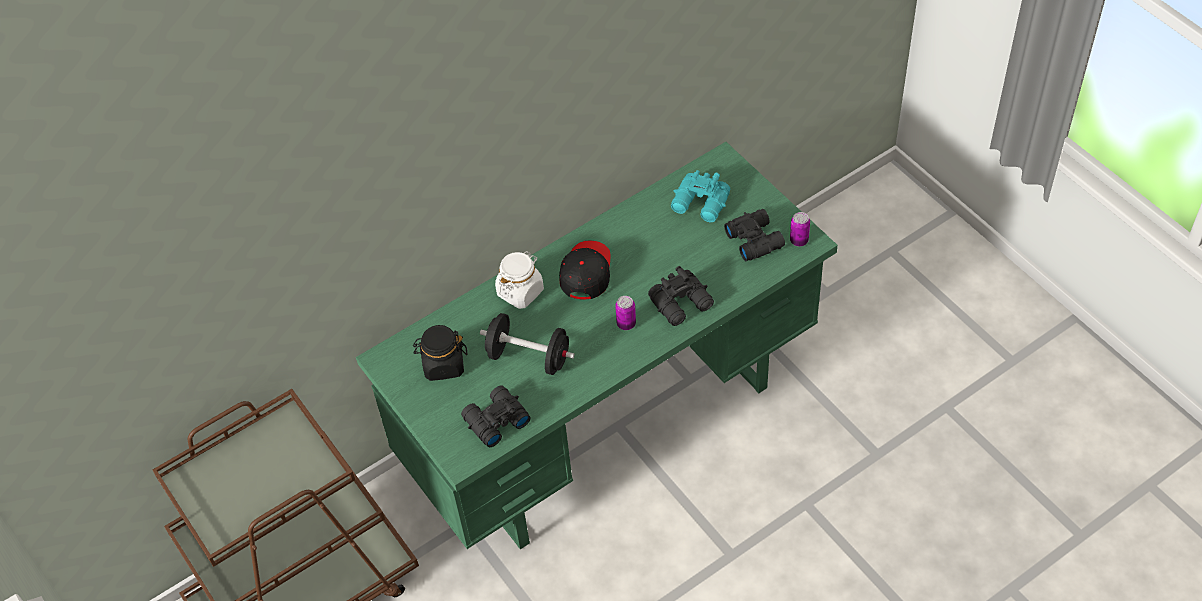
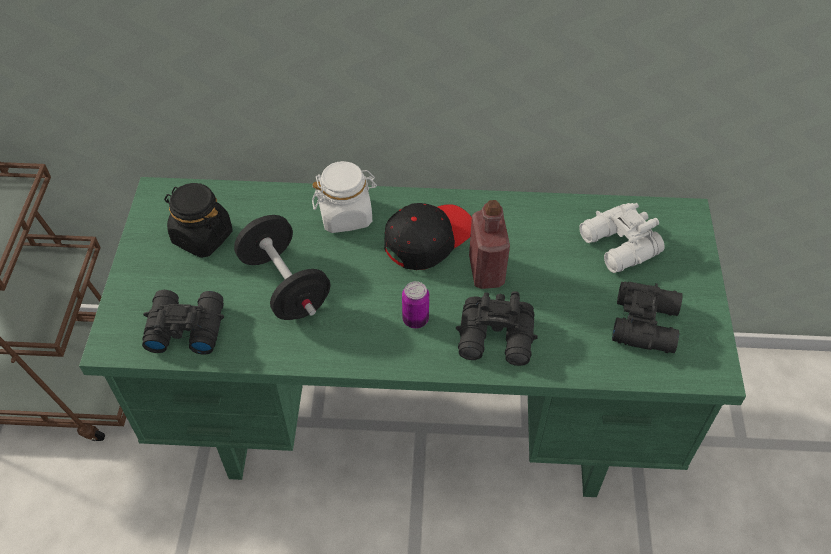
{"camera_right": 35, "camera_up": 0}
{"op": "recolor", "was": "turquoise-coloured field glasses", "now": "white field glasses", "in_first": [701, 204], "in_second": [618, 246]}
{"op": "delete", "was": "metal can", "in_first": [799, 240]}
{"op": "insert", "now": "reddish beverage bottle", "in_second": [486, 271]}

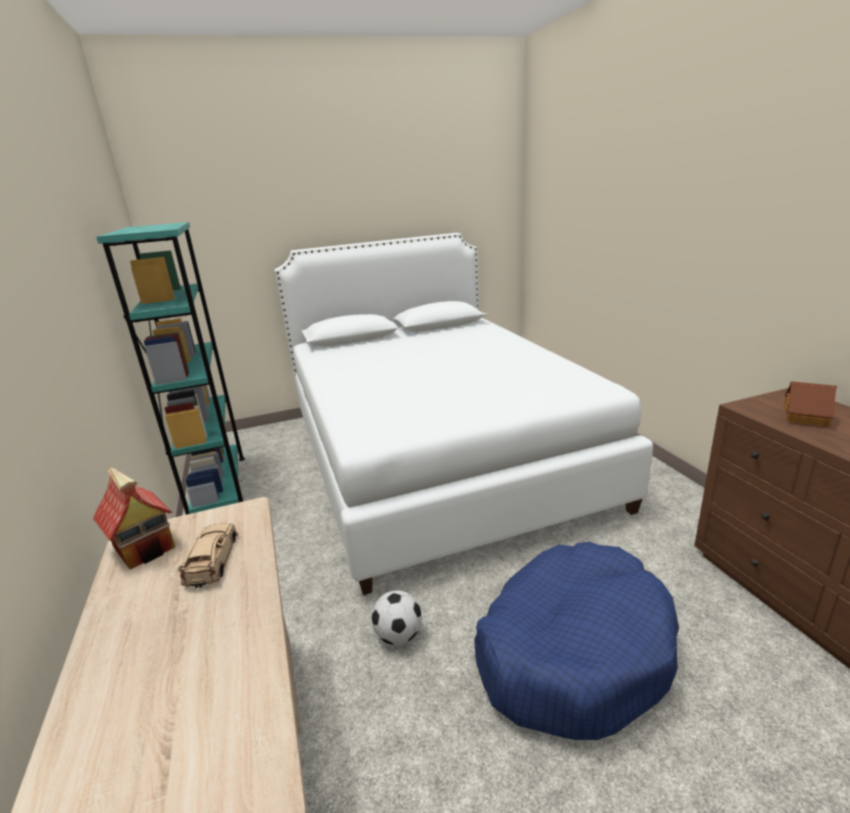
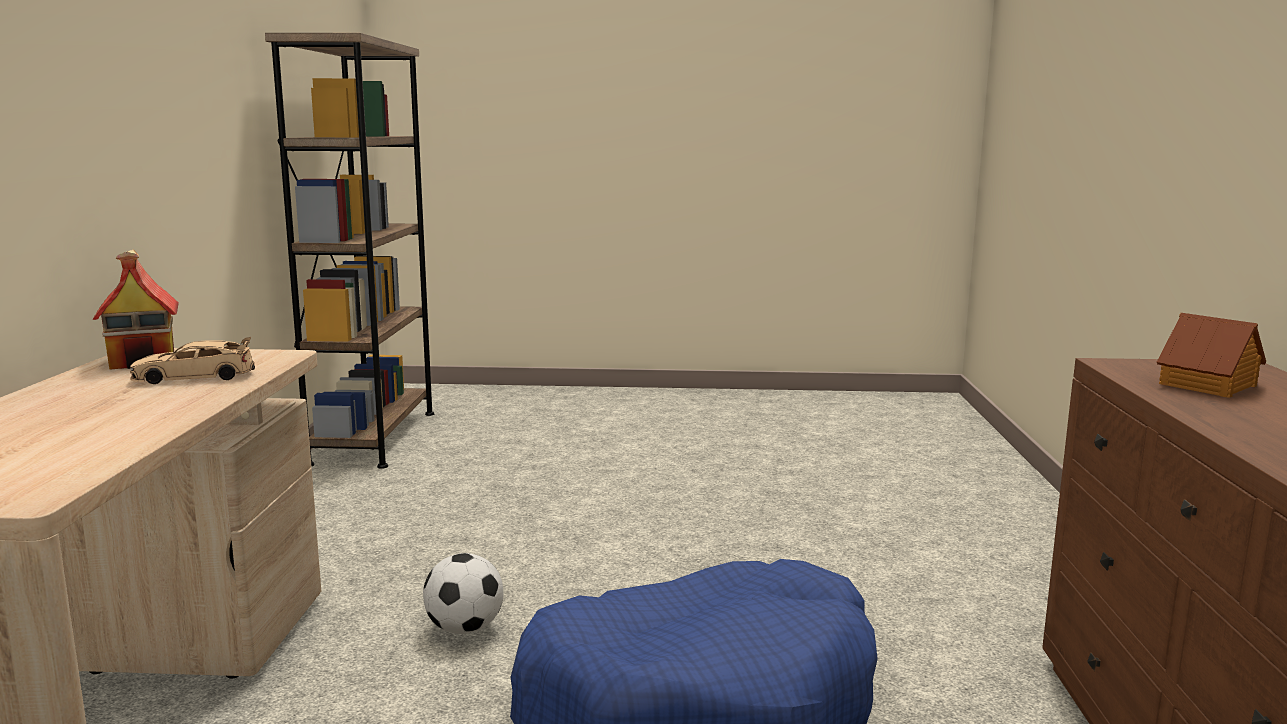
{"camera_right": 20, "camera_up": -10}
{"op": "recolor", "was": "turquoise-coloured bookshelf", "now": "brown bookshelf", "in_first": [219, 489], "in_second": [374, 437]}
{"op": "delete", "was": "white bedroom bed", "in_first": [436, 456]}
{"op": "rotate", "was": "beige-coloured toy car", "in_first": [212, 559], "in_second": [194, 377], "clockwise": -120}

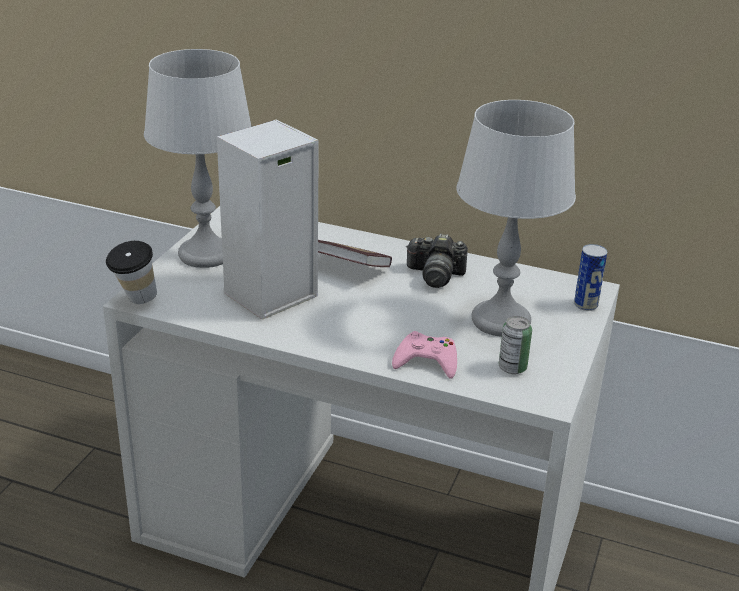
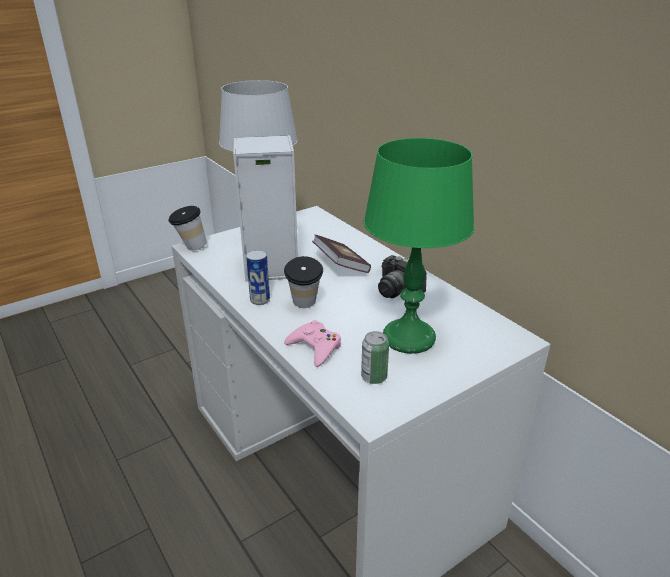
{"camera_right": 35, "camera_up": 0}
{"op": "recolor", "was": "grey tabletop lamp", "now": "green-coloured tabletop lamp", "in_first": [500, 321], "in_second": [408, 338]}
{"op": "move", "was": "metal can", "in_first": [585, 305], "in_second": [260, 300]}
{"op": "insert", "now": "small cup", "in_second": [304, 306]}

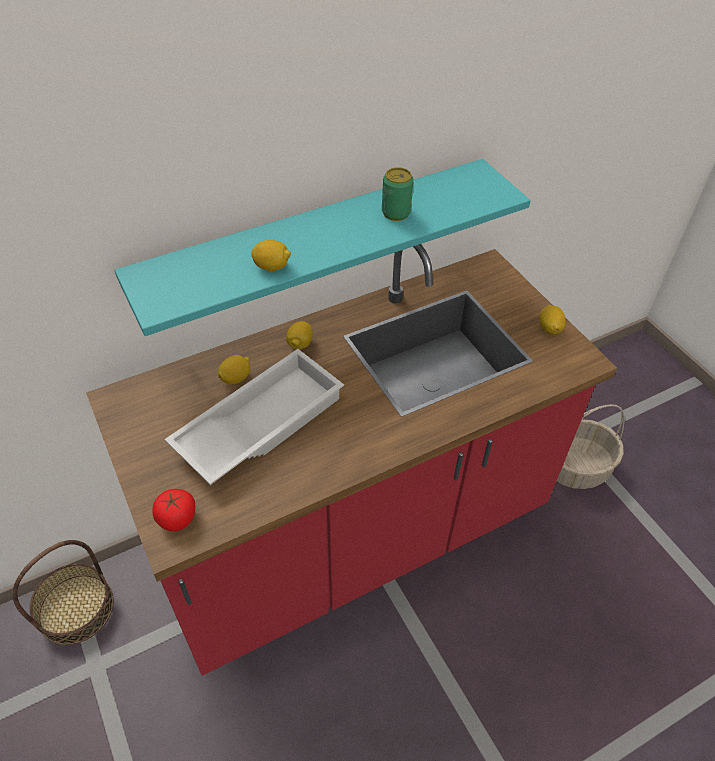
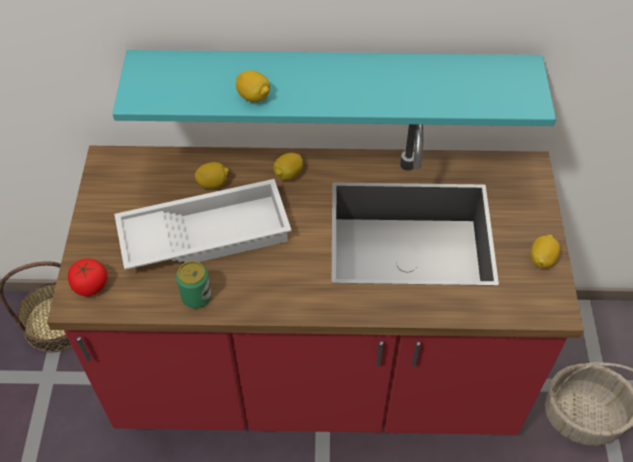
{"camera_right": 30, "camera_up": 5}
{"op": "move", "was": "metal can", "in_first": [396, 213], "in_second": [196, 297]}

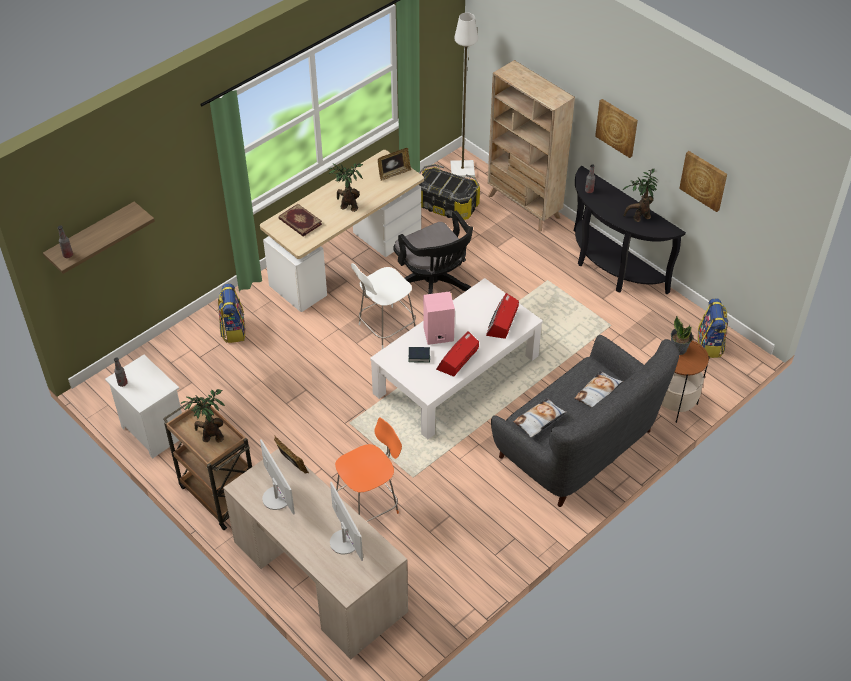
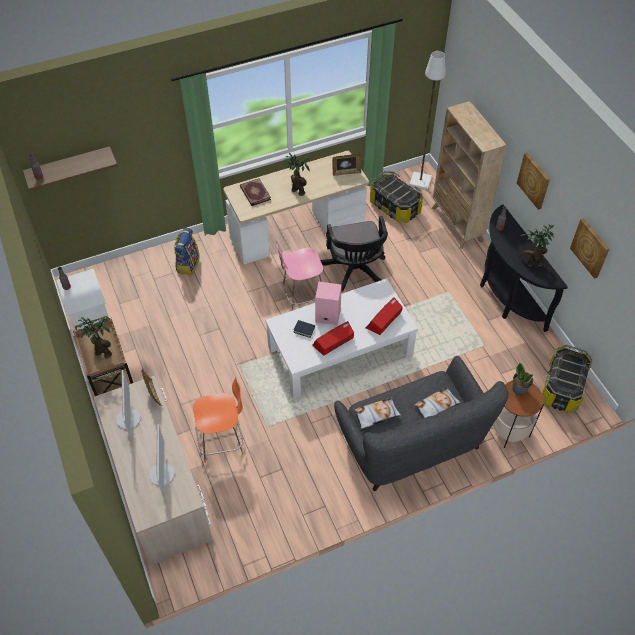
{"camera_right": 20, "camera_up": 5}
{"op": "recolor", "was": "white upright chair", "now": "pink-coloured upright chair", "in_first": [385, 328], "in_second": [302, 296]}
{"op": "replace", "was": "backpack", "now": "storage container", "in_first": [710, 345], "in_second": [563, 387]}

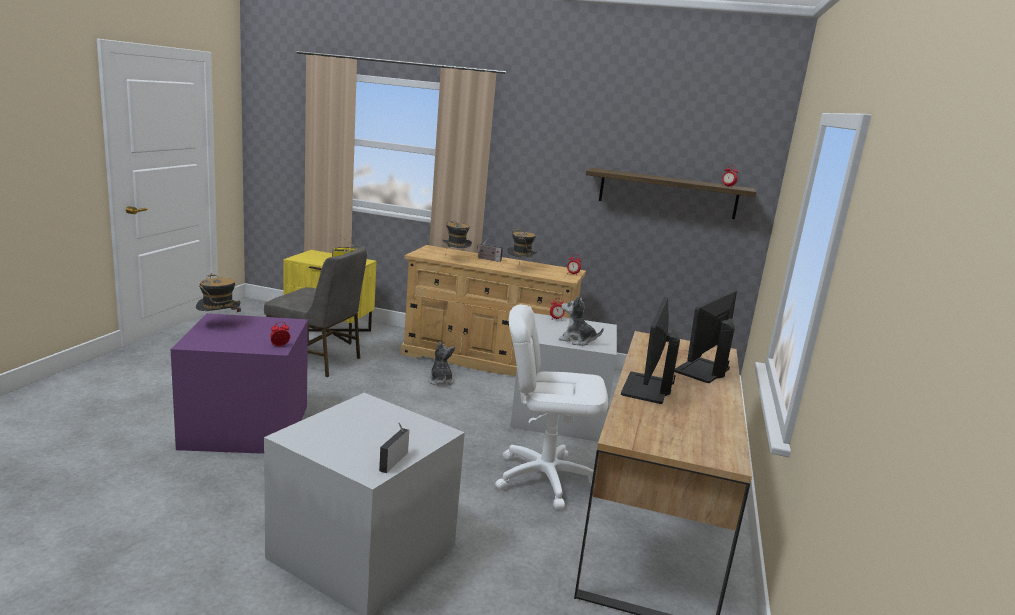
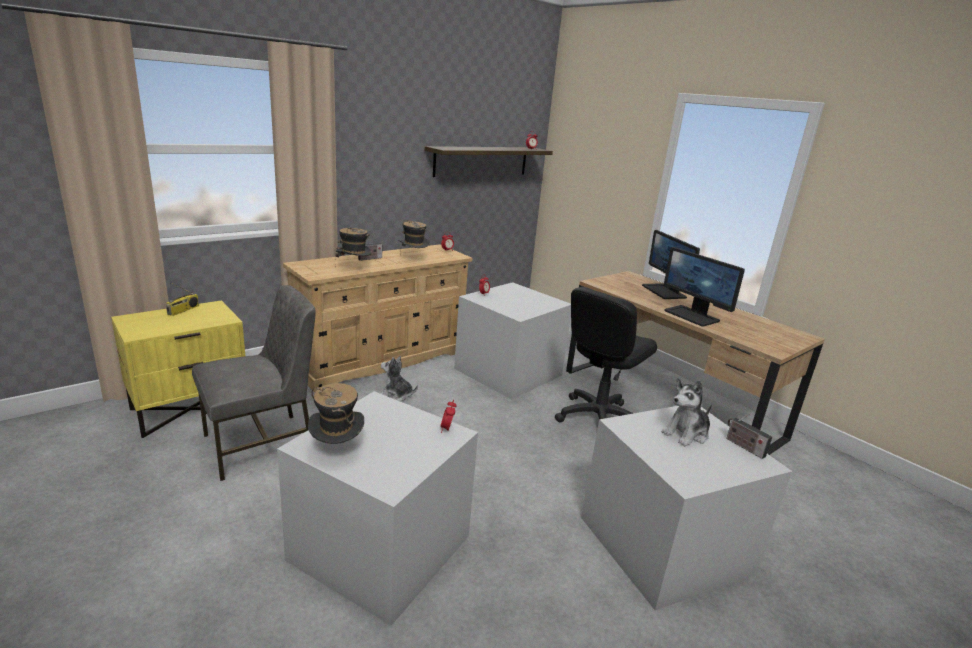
{"camera_right": -55, "camera_up": 5}
{"op": "move", "was": "soft toy", "in_first": [577, 340], "in_second": [686, 434]}
{"op": "recolor", "was": "white desk chair", "now": "black-coloured desk chair", "in_first": [544, 478], "in_second": [598, 418]}
{"op": "recolor", "was": "purplish storage container", "now": "grey storage container", "in_first": [244, 427], "in_second": [381, 550]}

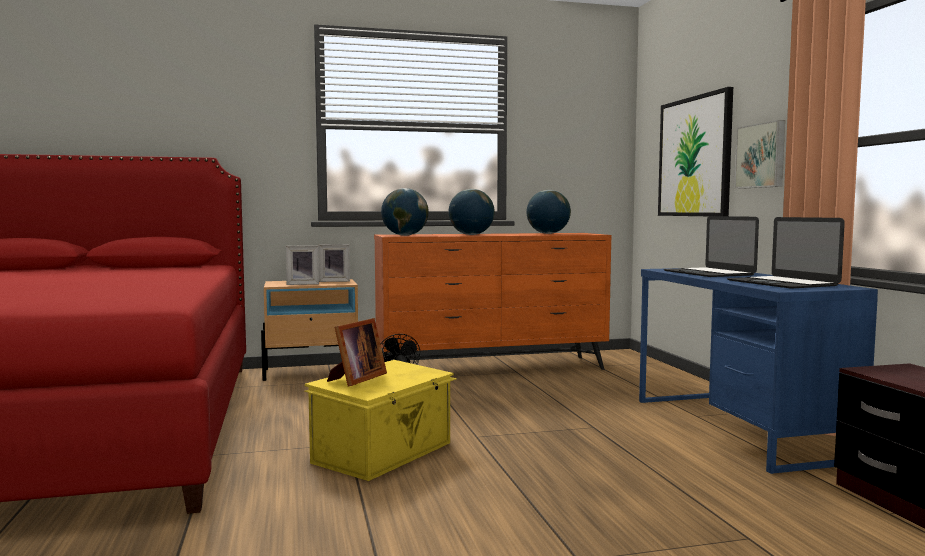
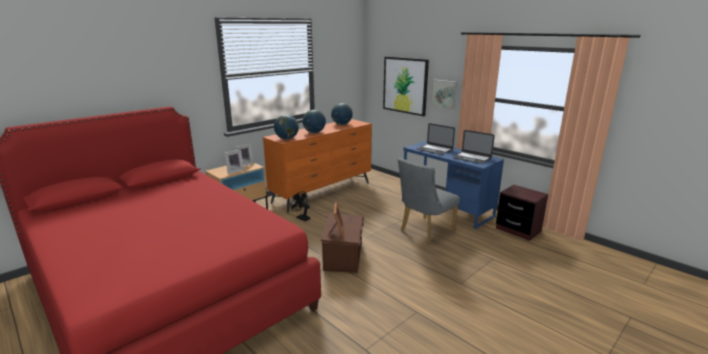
{"camera_right": -30, "camera_up": 15}
{"op": "recolor", "was": "yellowish storage container", "now": "brown storage container", "in_first": [385, 453], "in_second": [344, 256]}
{"op": "insert", "now": "grey upright chair", "in_second": [424, 231]}

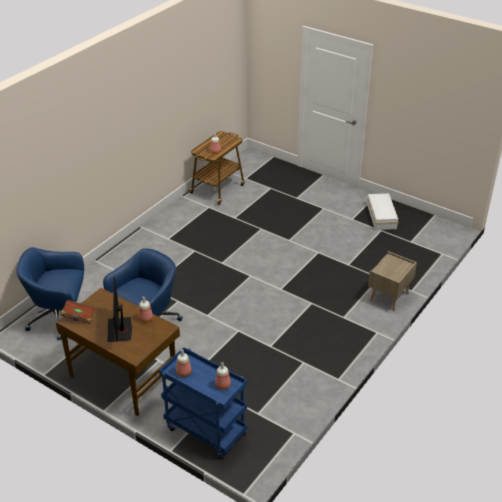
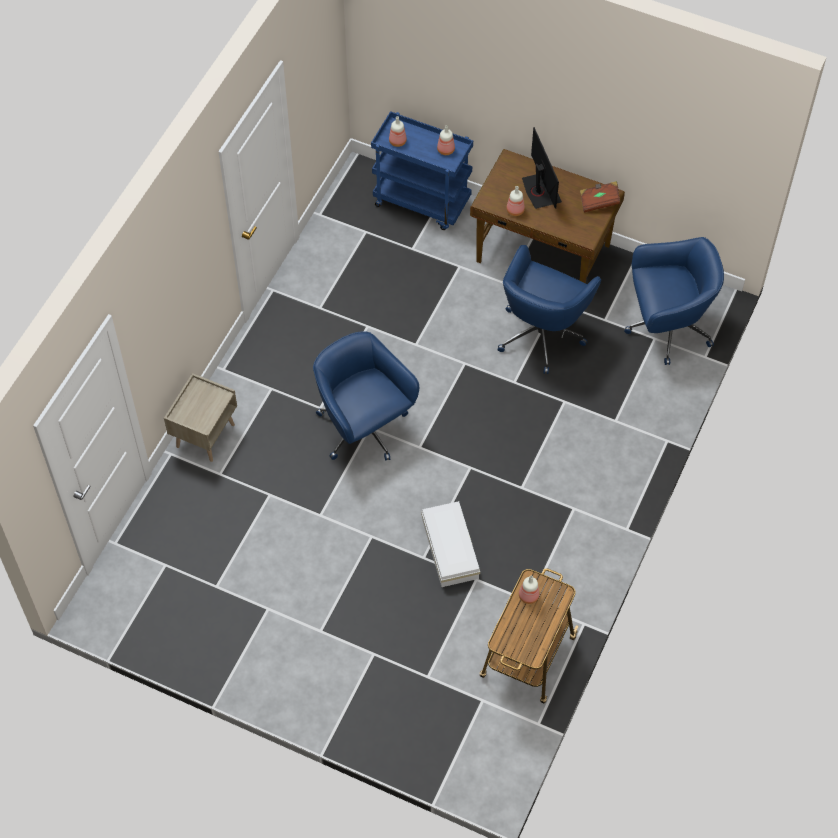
{"camera_right": 170, "camera_up": 20}
{"op": "move", "was": "white storage container", "in_first": [382, 216], "in_second": [449, 550]}
{"op": "insert", "now": "blue-coloured desk chair", "in_second": [363, 429]}

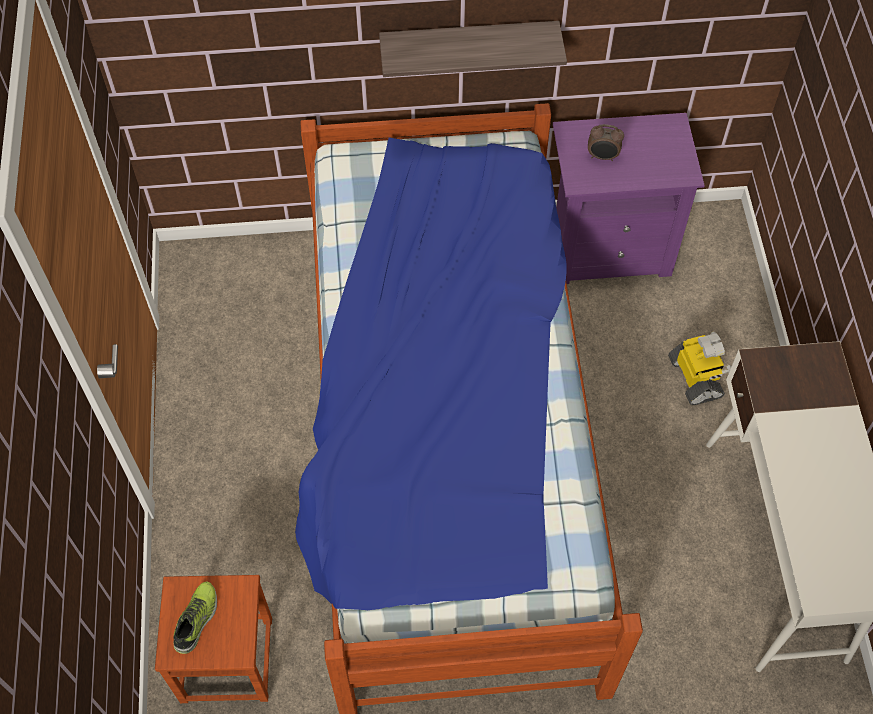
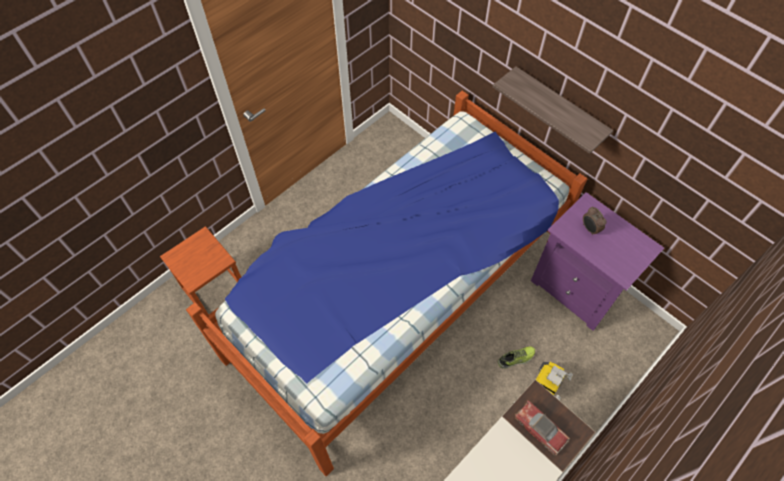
{"camera_right": 50, "camera_up": 0}
{"op": "move", "was": "low shoe", "in_first": [197, 620], "in_second": [516, 359]}
{"op": "insert", "now": "toy car", "in_second": [540, 429]}

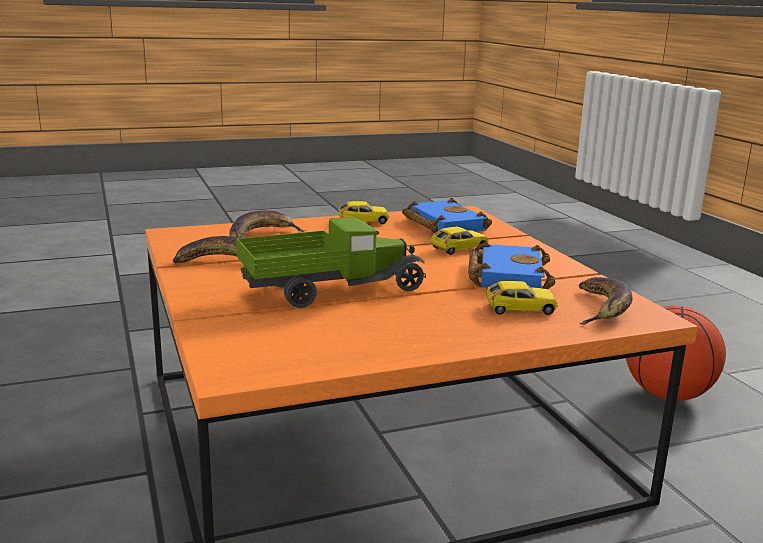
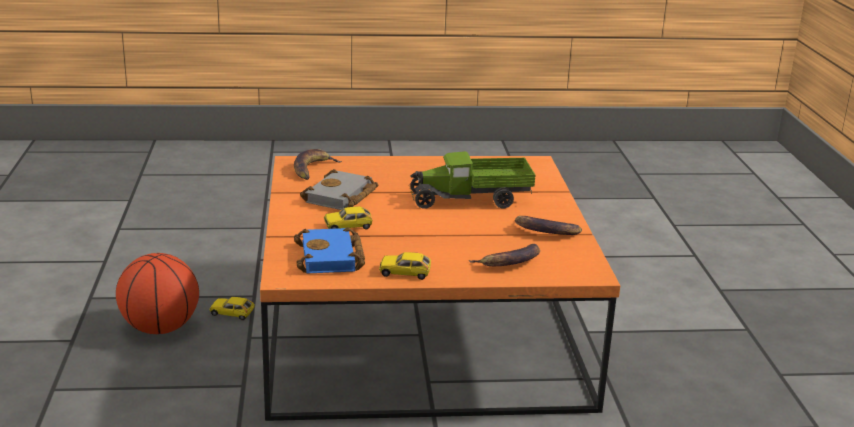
{"camera_right": -165, "camera_up": 5}
{"op": "recolor", "was": "blue-coloured book", "now": "grey book", "in_first": [505, 275], "in_second": [341, 197]}
{"op": "move", "was": "toy car", "in_first": [520, 308], "in_second": [232, 313]}

